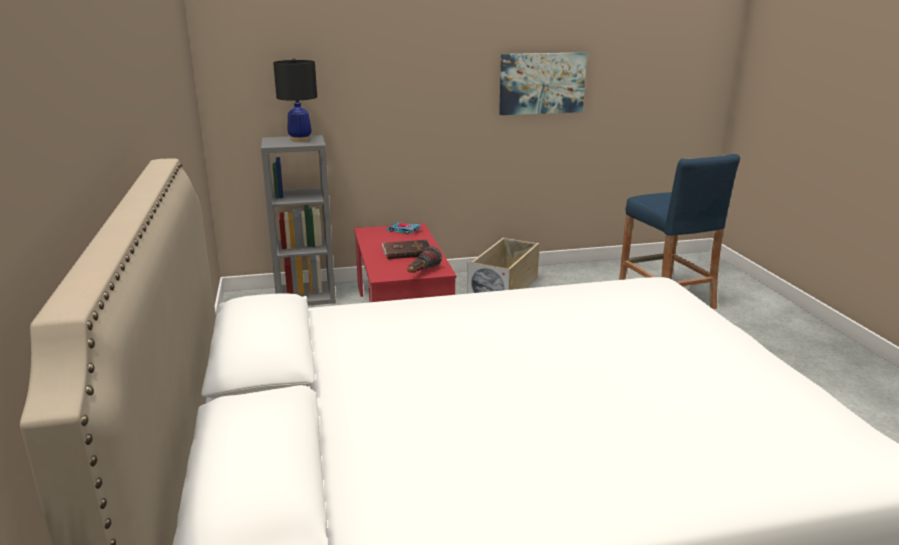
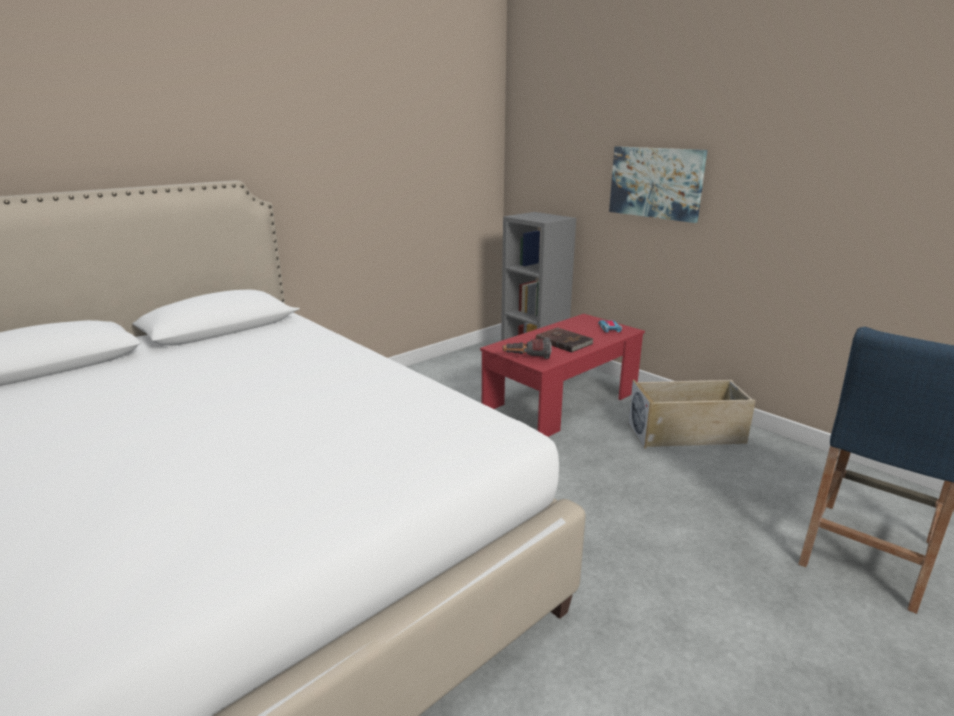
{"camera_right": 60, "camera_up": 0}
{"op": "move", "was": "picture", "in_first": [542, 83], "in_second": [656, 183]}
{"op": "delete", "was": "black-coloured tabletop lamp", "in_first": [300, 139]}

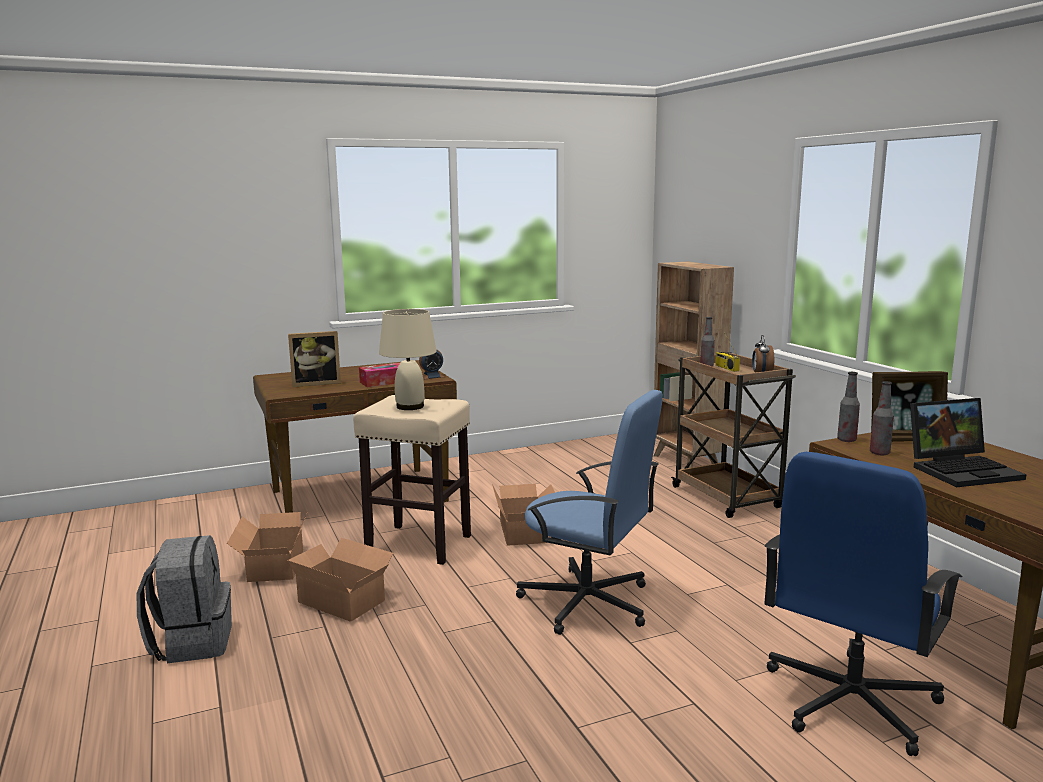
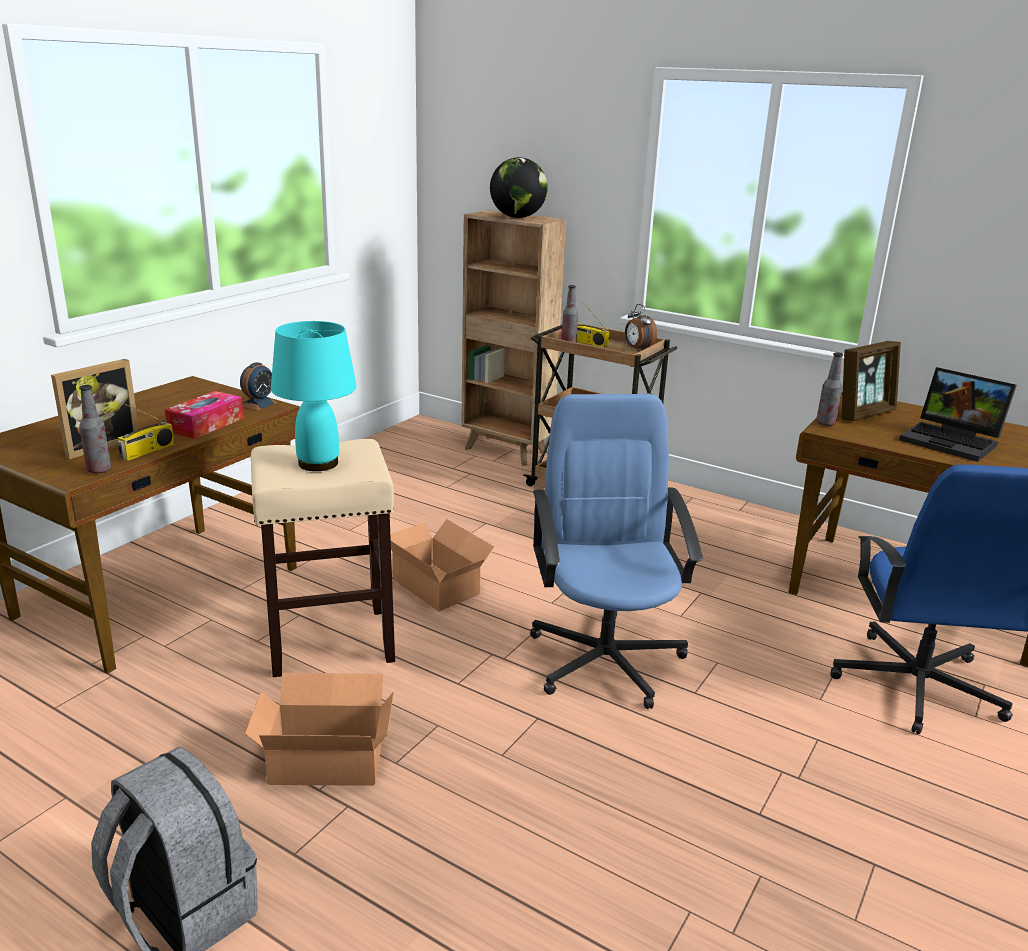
{"camera_right": -35, "camera_up": 10}
{"op": "recolor", "was": "beige-coloured tabletop lamp", "now": "turquoise-coloured tabletop lamp", "in_first": [410, 406], "in_second": [317, 463]}
{"op": "move", "was": "beverage bottle", "in_first": [879, 453], "in_second": [99, 470]}
{"op": "rotate", "was": "blue-coloured desk chair", "in_first": [588, 603], "in_second": [605, 659], "clockwise": -90}
{"op": "rotate", "was": "laptop", "in_first": [962, 470], "in_second": [953, 441], "clockwise": 90}
{"op": "delete", "was": "carton", "in_first": [272, 566]}
{"op": "insert", "now": "globe", "in_second": [517, 217]}
{"op": "insert", "now": "radio set", "in_second": [147, 451]}

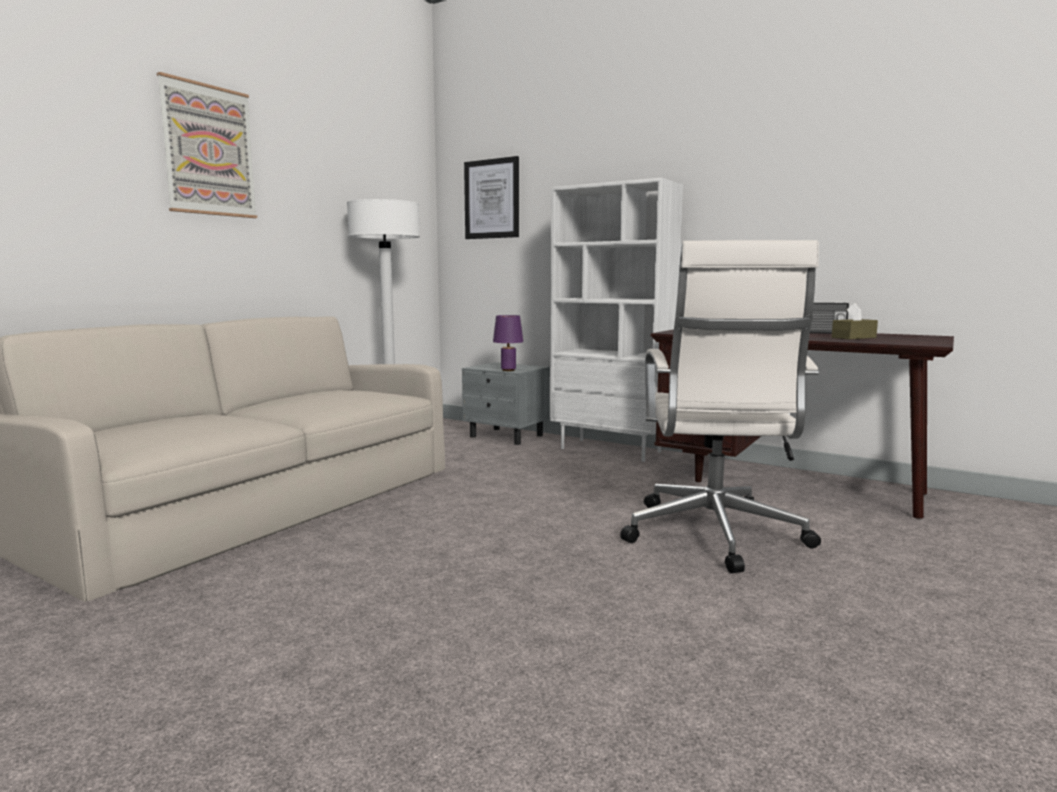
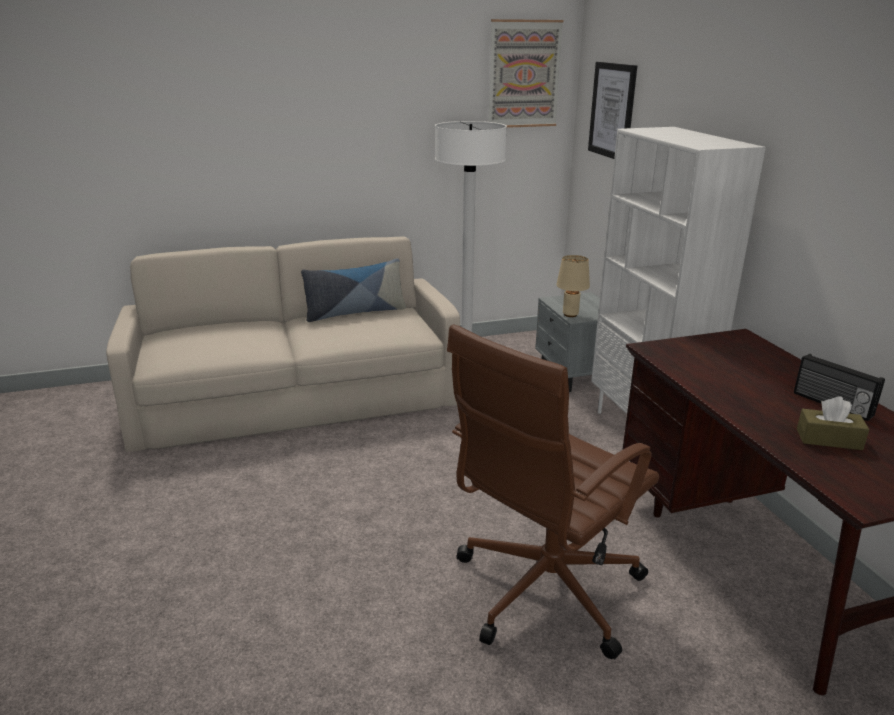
{"camera_right": 40, "camera_up": 15}
{"op": "move", "was": "picture", "in_first": [208, 150], "in_second": [524, 74]}
{"op": "recolor", "was": "white desk chair", "now": "brown desk chair", "in_first": [713, 536], "in_second": [543, 592]}
{"op": "recolor", "was": "purplish tabletop lamp", "now": "beige-coloured tabletop lamp", "in_first": [508, 370], "in_second": [570, 314]}
{"op": "insert", "now": "cushion", "in_second": [355, 312]}

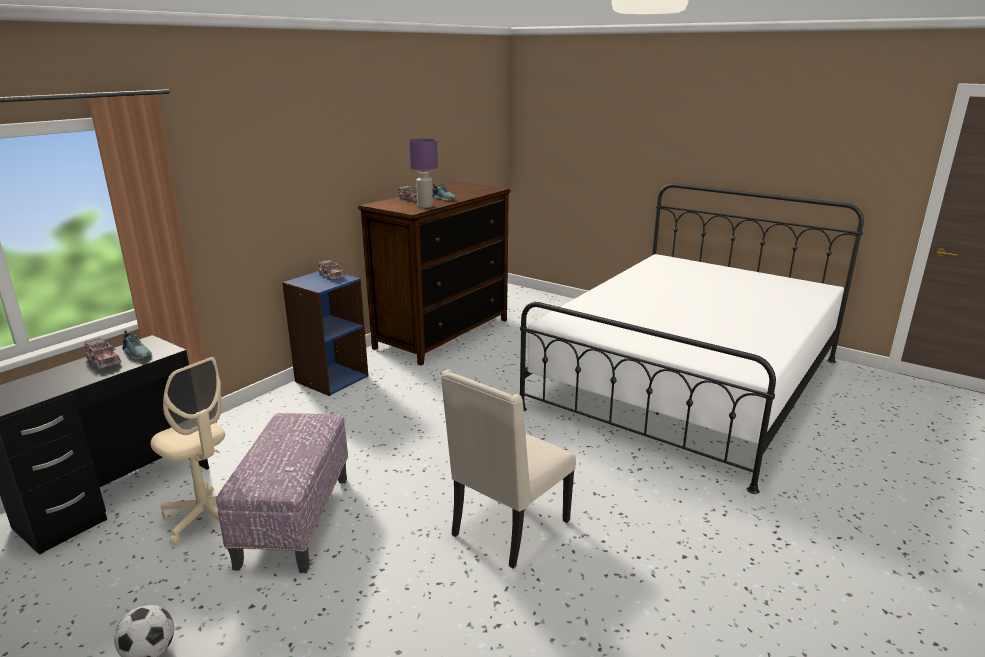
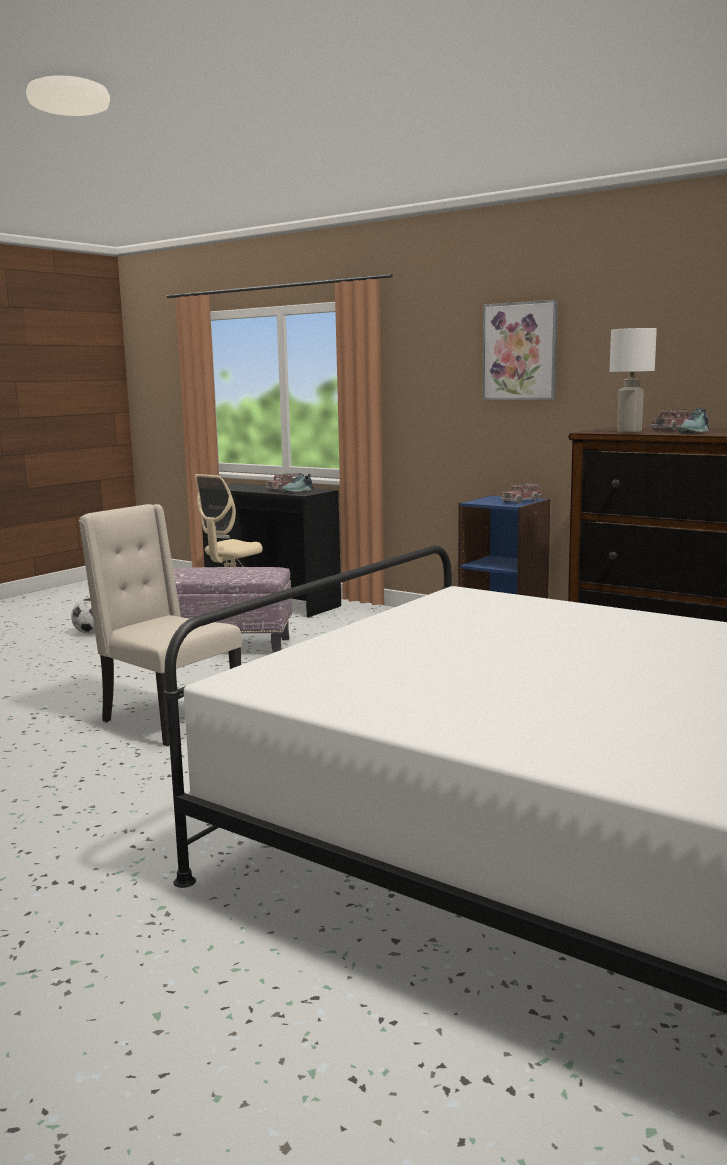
{"camera_right": 90, "camera_up": -10}
{"op": "recolor", "was": "purplish tabletop lamp", "now": "white tabletop lamp", "in_first": [425, 206], "in_second": [630, 432]}
{"op": "insert", "now": "picture", "in_second": [520, 351]}

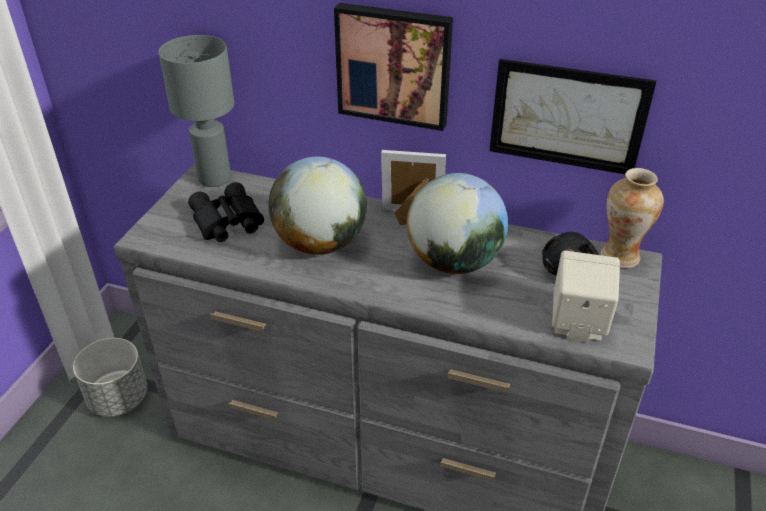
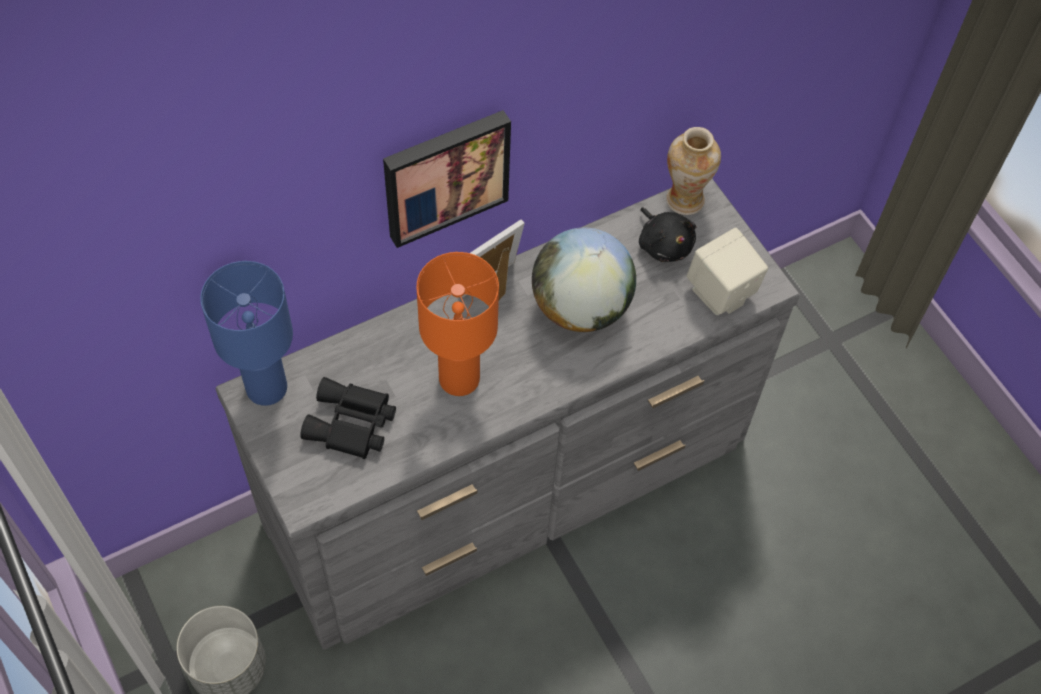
{"camera_right": -50, "camera_up": 20}
{"op": "recolor", "was": "grey tabletop lamp", "now": "blue-coloured tabletop lamp", "in_first": [214, 179], "in_second": [267, 389]}
{"op": "delete", "was": "picture", "in_first": [567, 117]}
{"op": "replace", "was": "globe", "now": "orange tabletop lamp", "in_first": [320, 243], "in_second": [459, 378]}

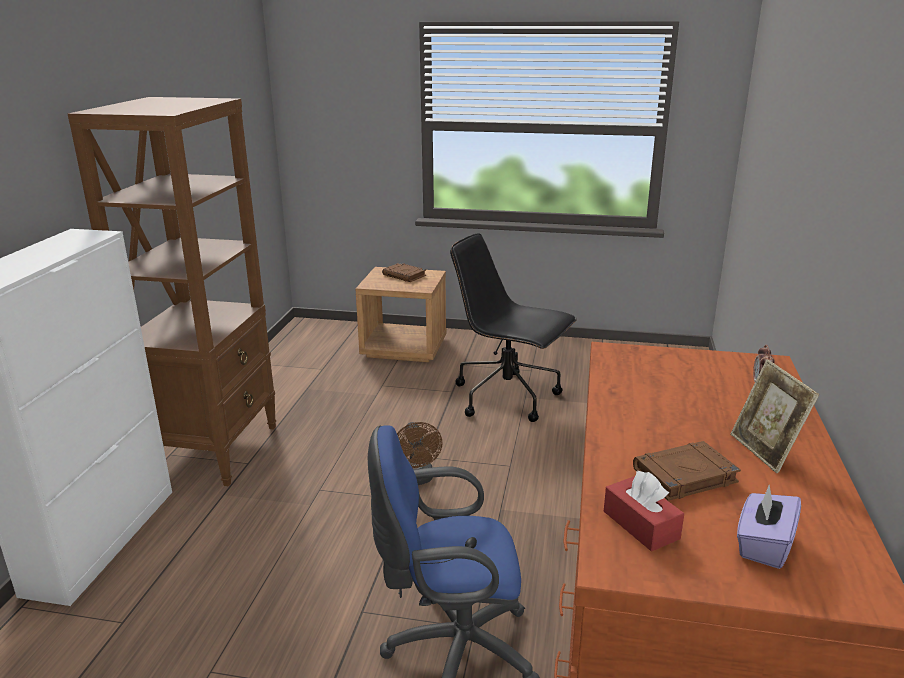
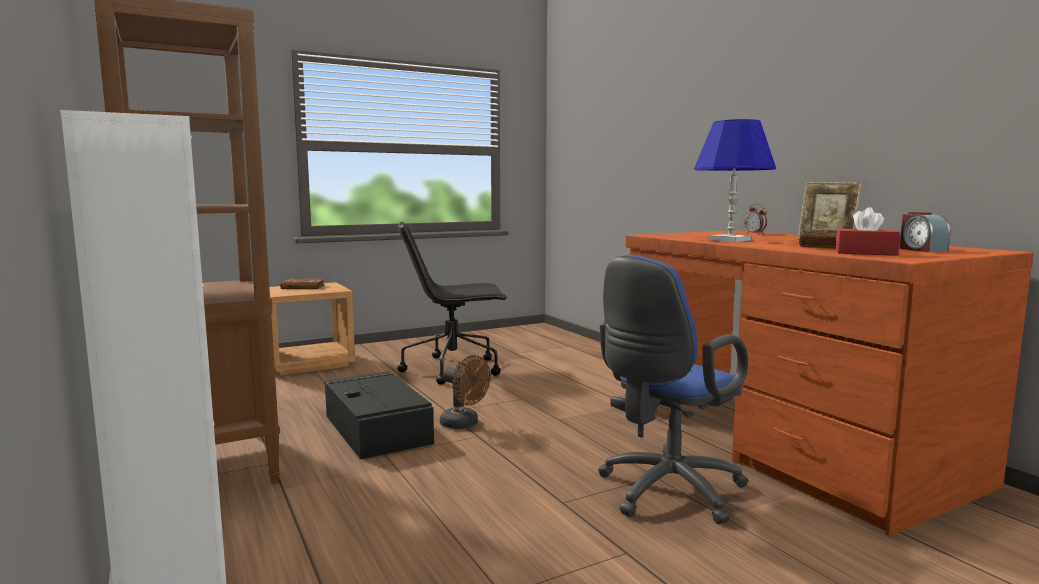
{"camera_right": -40, "camera_up": -15}
{"op": "replace", "was": "purplish tissue box", "now": "bedside clock", "in_first": [763, 545], "in_second": [921, 250]}
{"op": "insert", "now": "blue-coloured tabletop lamp", "in_second": [730, 240]}
{"op": "insert", "now": "black-coloured storage container", "in_second": [376, 428]}

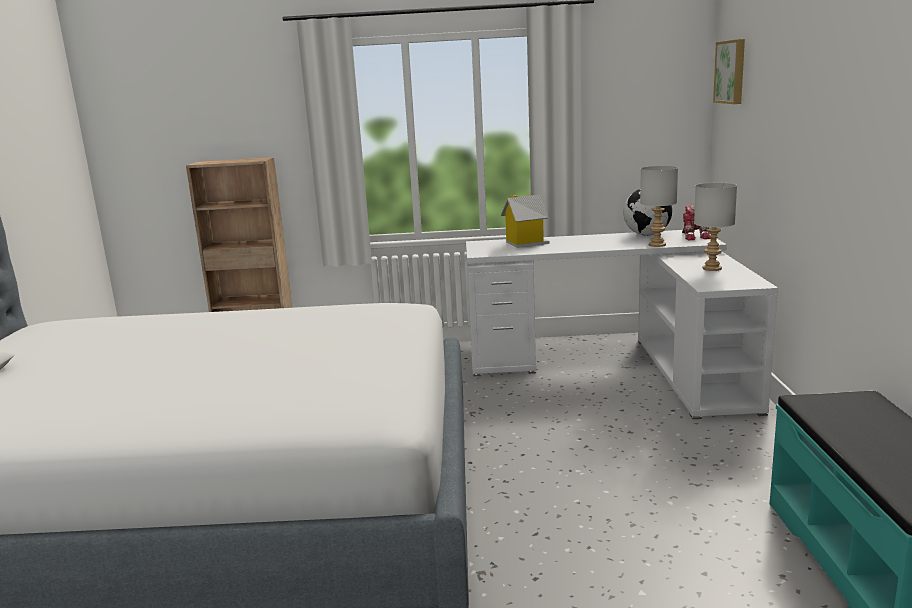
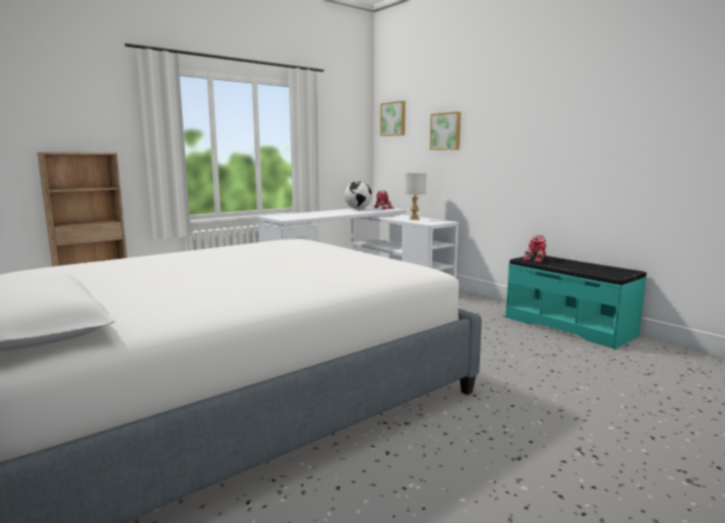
{"camera_right": -40, "camera_up": -5}
{"op": "delete", "was": "grey tabletop lamp", "in_first": [657, 244]}
{"op": "delete", "was": "model house", "in_first": [525, 243]}
{"op": "insert", "now": "picture", "in_second": [446, 131]}
{"op": "insert", "now": "model robot", "in_second": [537, 259]}

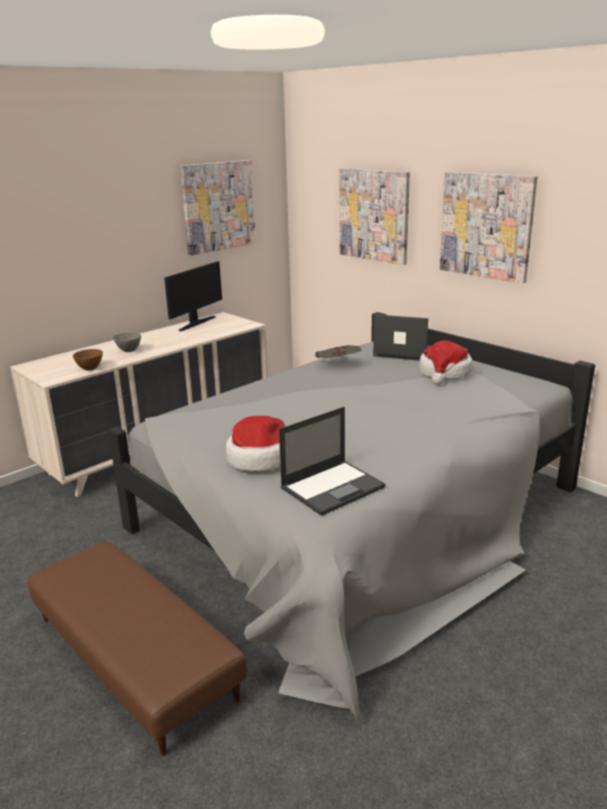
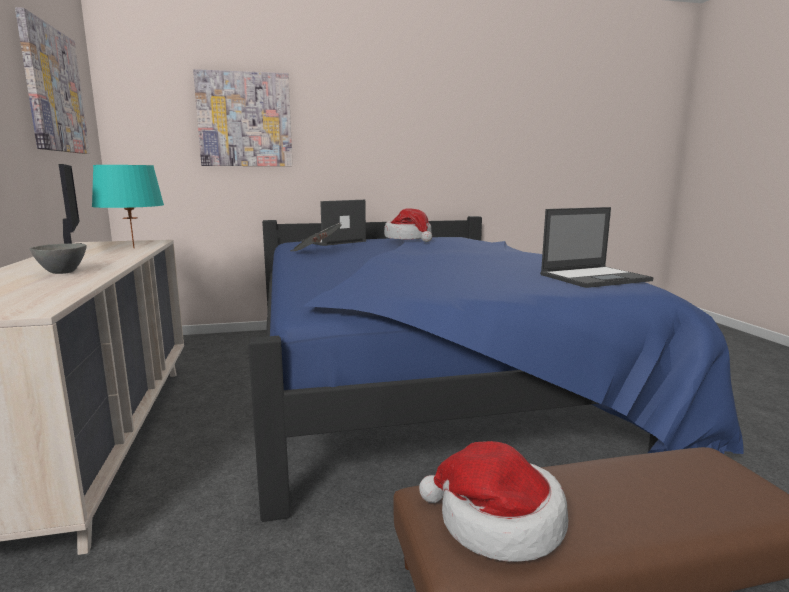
{"camera_right": -60, "camera_up": -10}
{"op": "delete", "was": "picture", "in_first": [486, 226]}
{"op": "recolor", "was": "grey bedroom bed", "now": "blue-coloured bedroom bed", "in_first": [359, 517], "in_second": [429, 380]}
{"op": "delete", "was": "brown serving bowl", "in_first": [90, 369]}
{"op": "rotate", "was": "laptop", "in_first": [333, 487], "in_second": [595, 277], "clockwise": 75}
{"op": "move", "was": "wearable hat", "in_first": [260, 458], "in_second": [497, 522]}
{"op": "insert", "now": "turquoise-coloured tabletop lamp", "in_second": [134, 248]}

